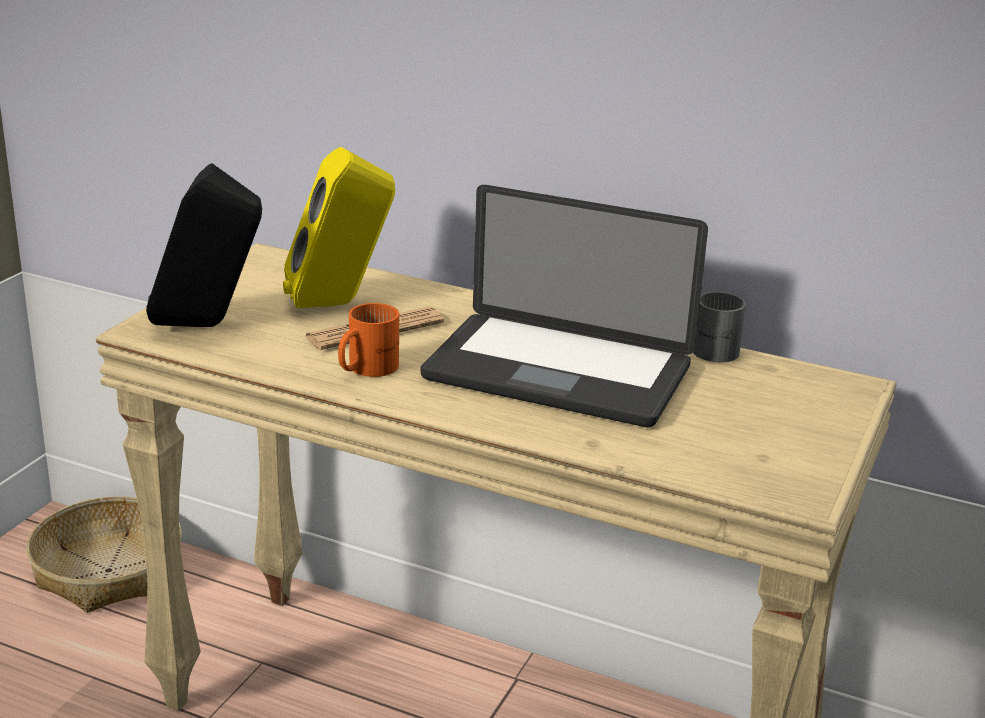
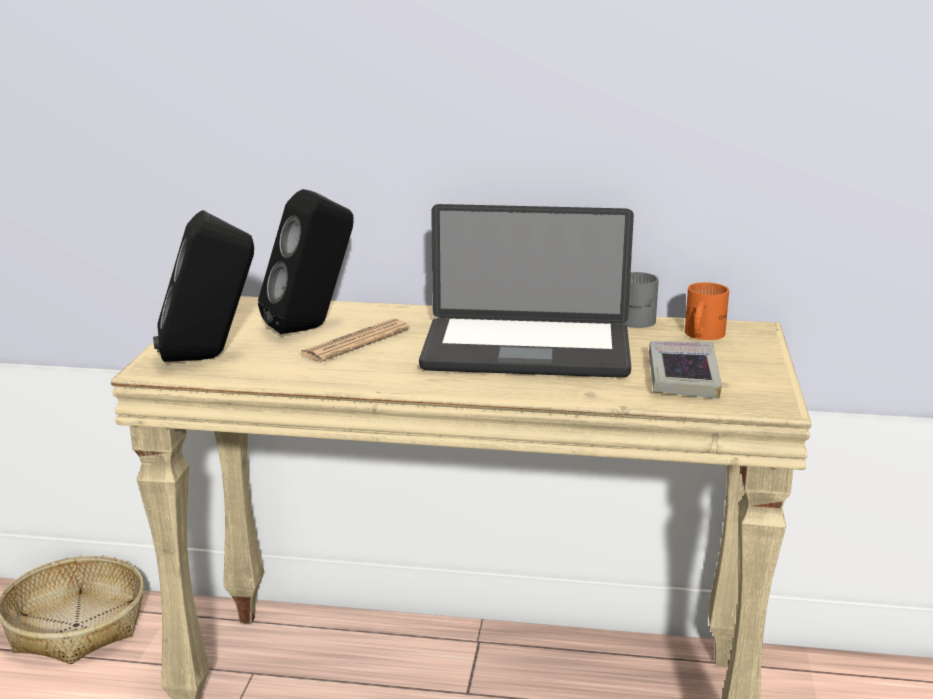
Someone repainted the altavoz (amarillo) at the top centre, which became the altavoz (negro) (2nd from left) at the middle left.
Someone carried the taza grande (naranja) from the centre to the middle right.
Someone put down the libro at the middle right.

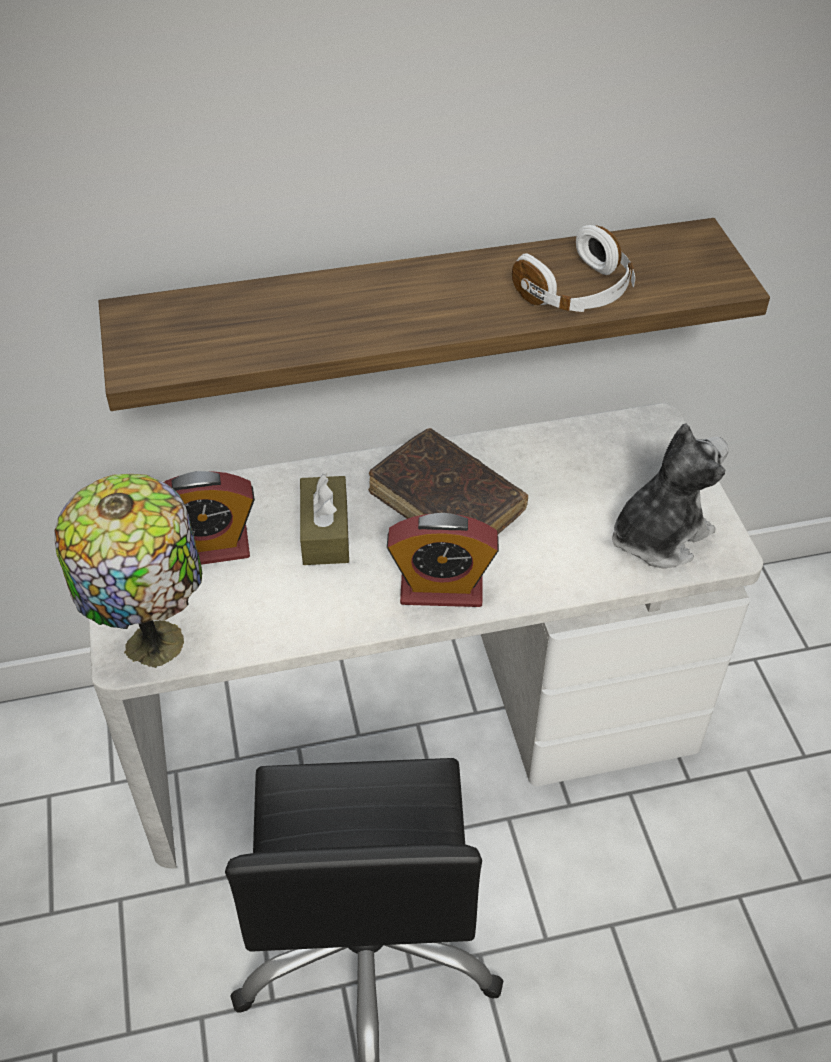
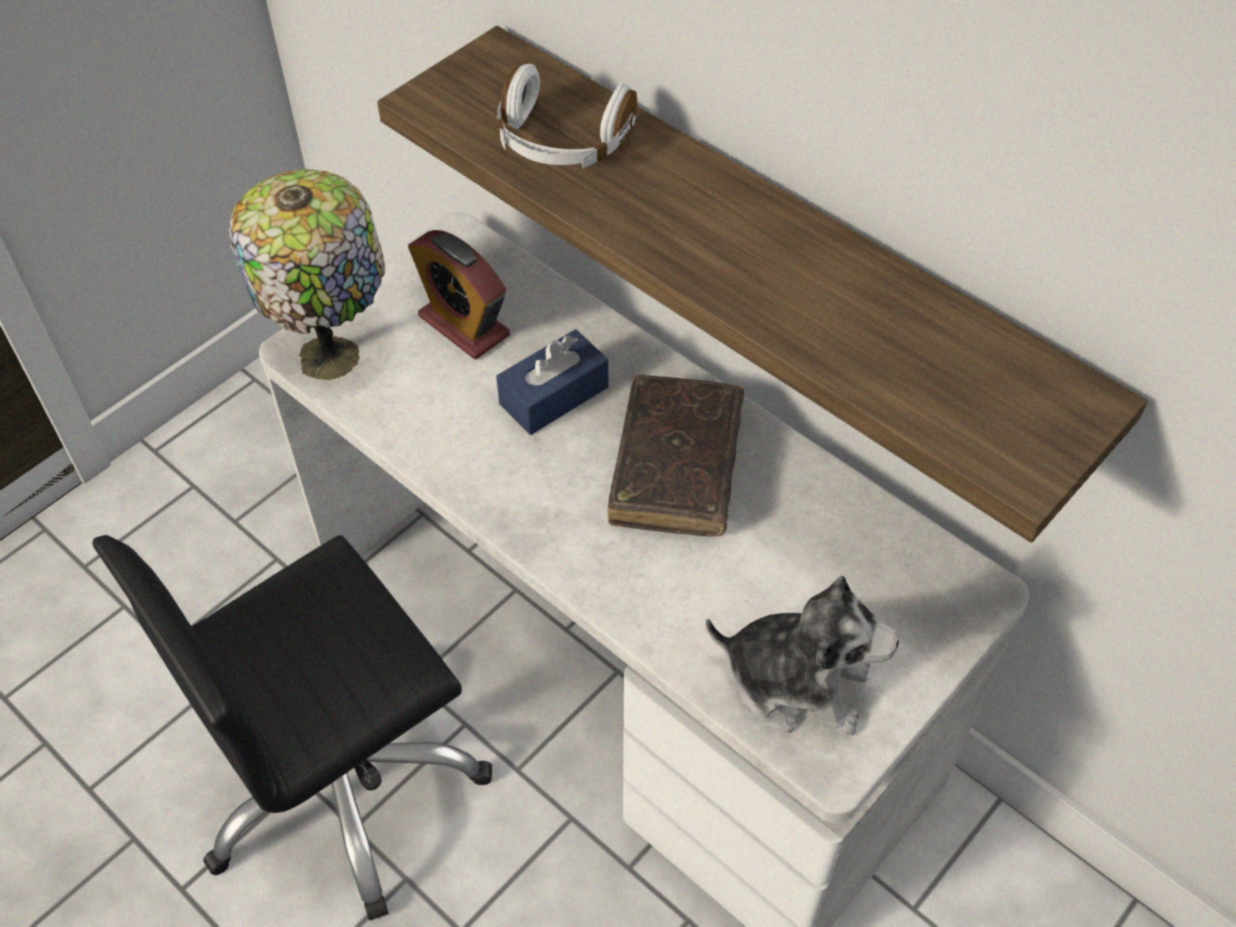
Someone repainted the caja de pañuelos (marrón) at the centre, which became the caja de pañuelos (azul) at the centre.
Someone took away the despertador (2nd from left) at the centre.
Someone carried the auriculares (blanco) from the top right to the top centre.

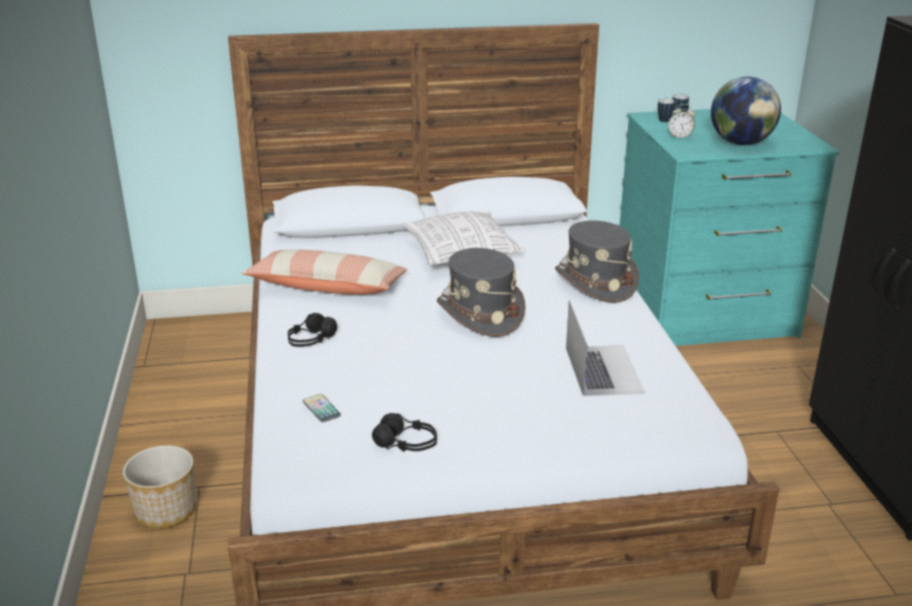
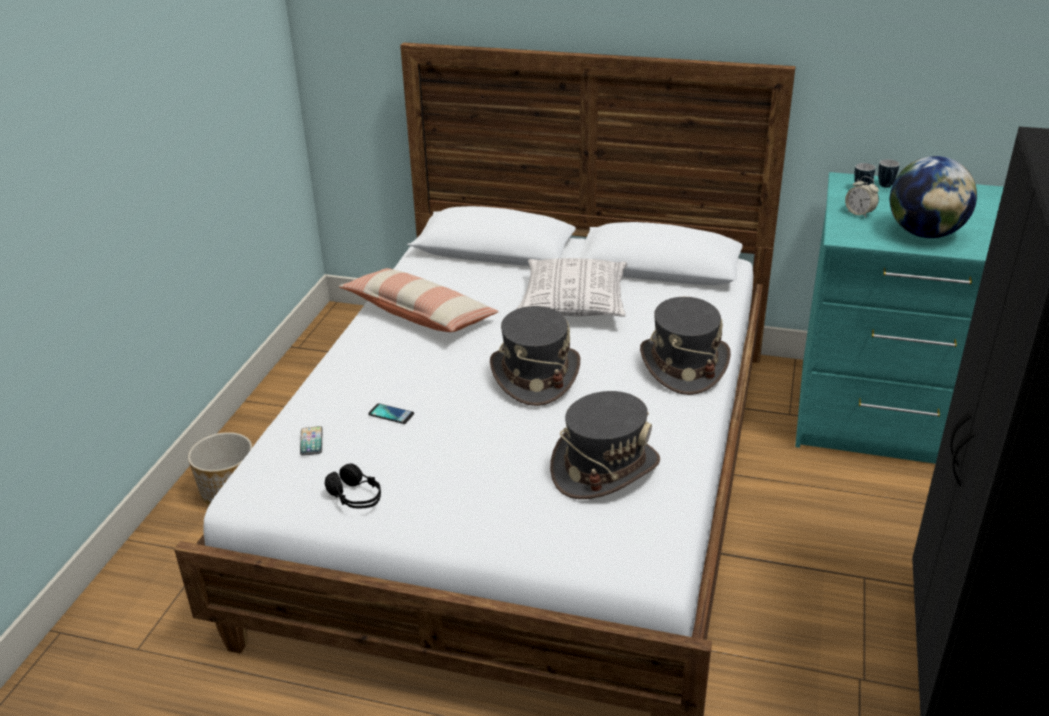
Someone took away the auriculares (negro) (1st from left) at the centre.
Someone swapped the portátil at the centre for the sombrero (gris) (2nd from left) at the centre.
Someone put down the móvil (2nd from left) at the centre.

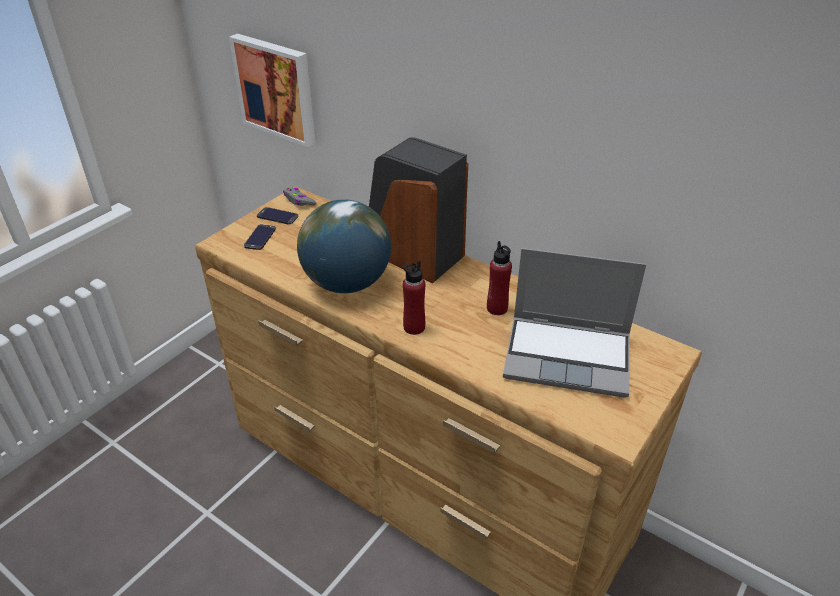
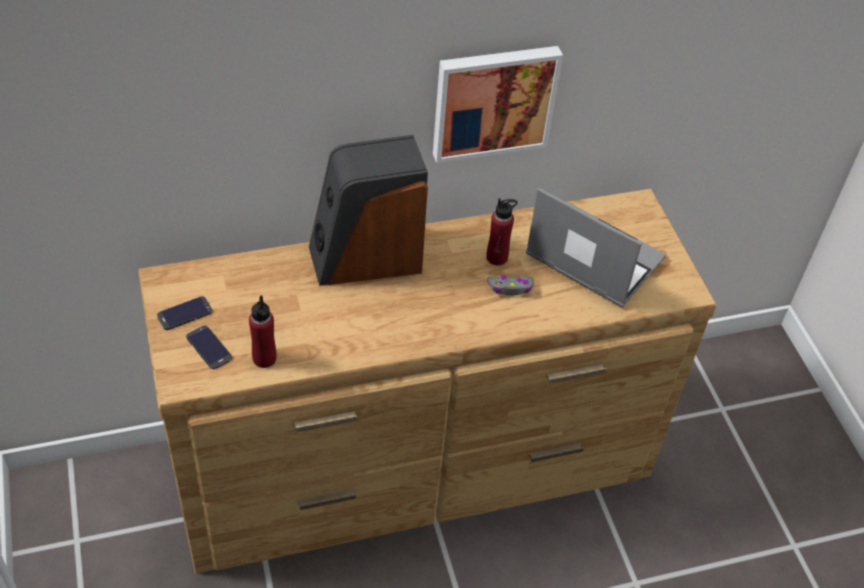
Someone carried the cuadro from the top left to the top centre.
Someone carried the mando de consola (gris) from the top centre to the centre.
Someone took away the globo terráqueo at the centre.
Someone carried the botella (rojo) (1st from left) from the centre to the middle left.
Someone rotated the portátil at the middle right by 105 degrees counterclockwise.

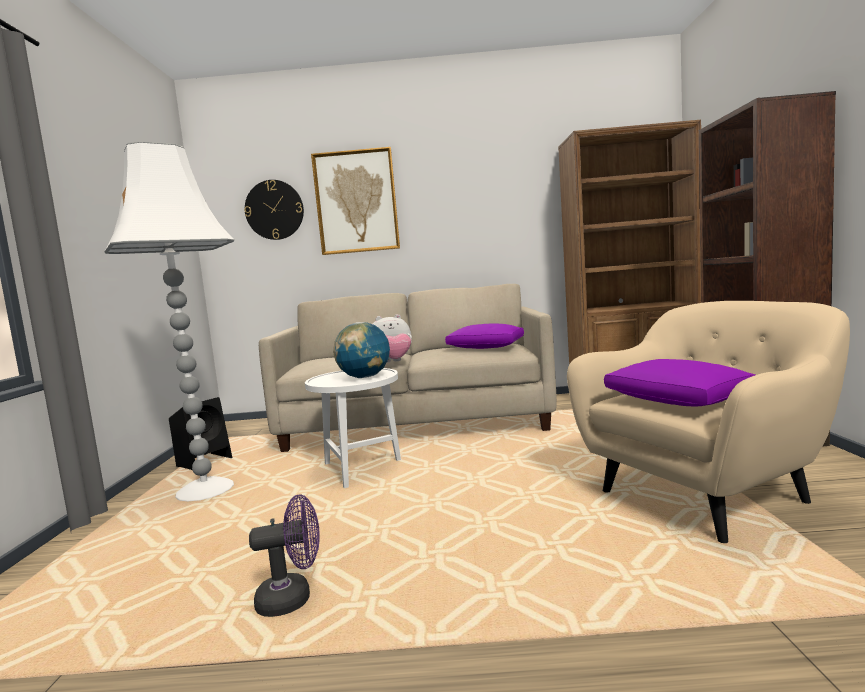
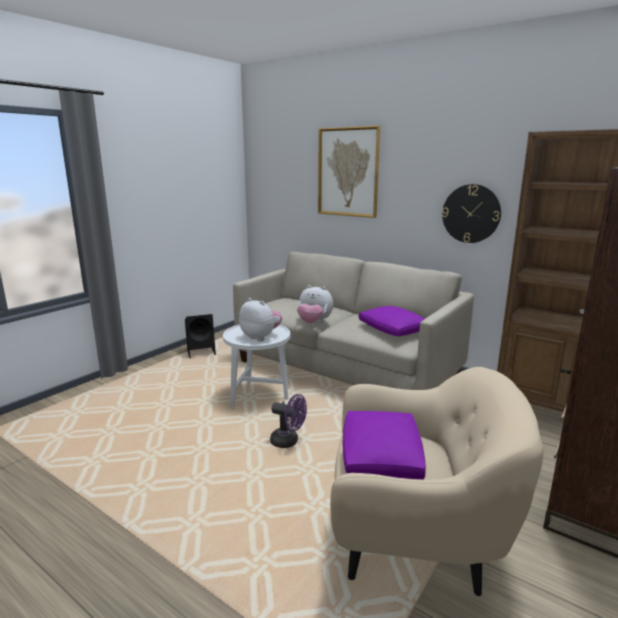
Someone took away the lámpara de pie (blanco) at the middle left.
Someone carried the reloj de pared from the top left to the middle right.
Someone carried the ventilador (morado) from the bottom left to the bottom centre.
Someone swapped the globo terráqueo at the centre for the peluche (1st from left) at the centre.

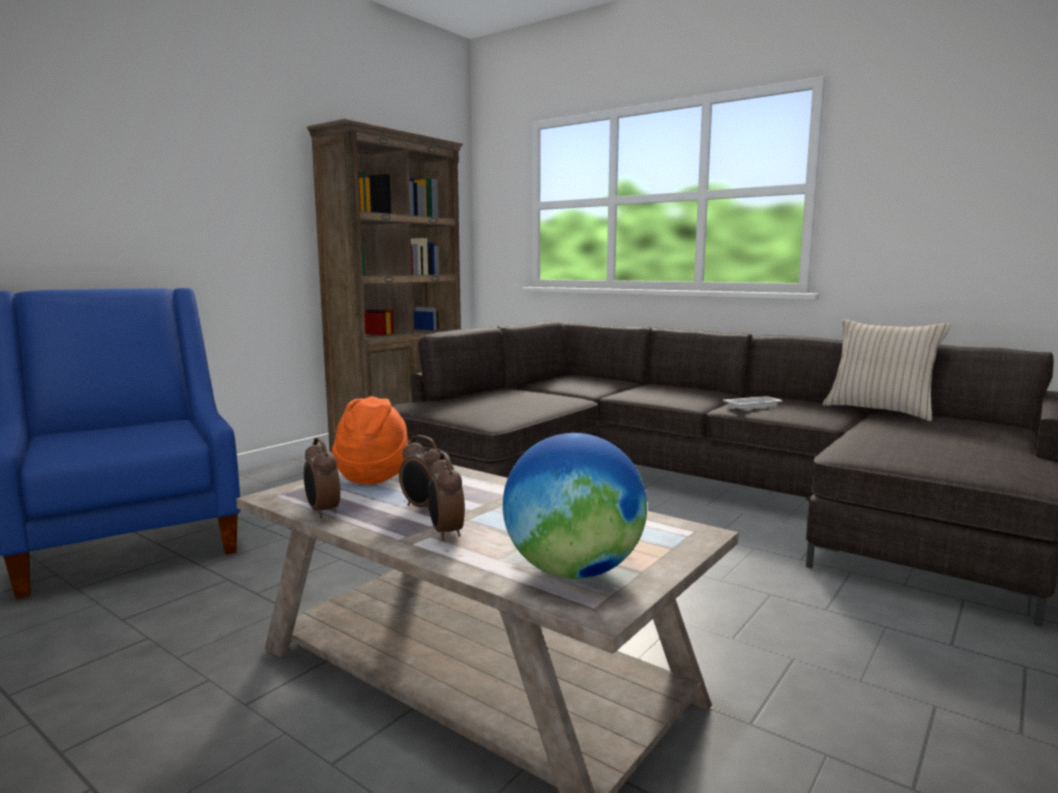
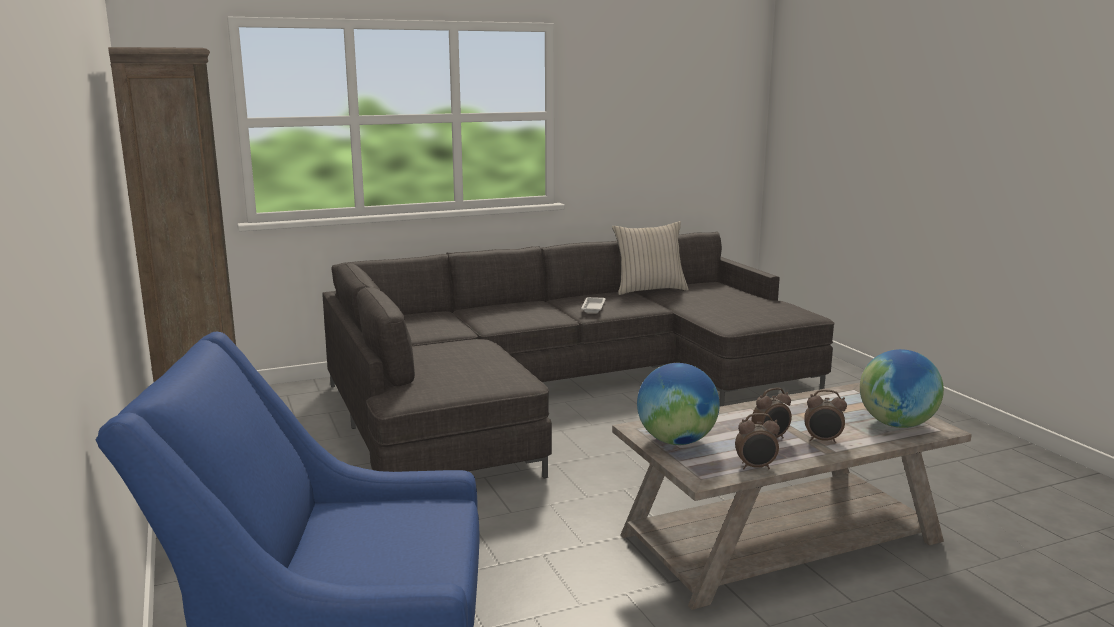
Someone swapped the sombrero (naranja) at the centre for the globo terráqueo (1st from left) at the centre.

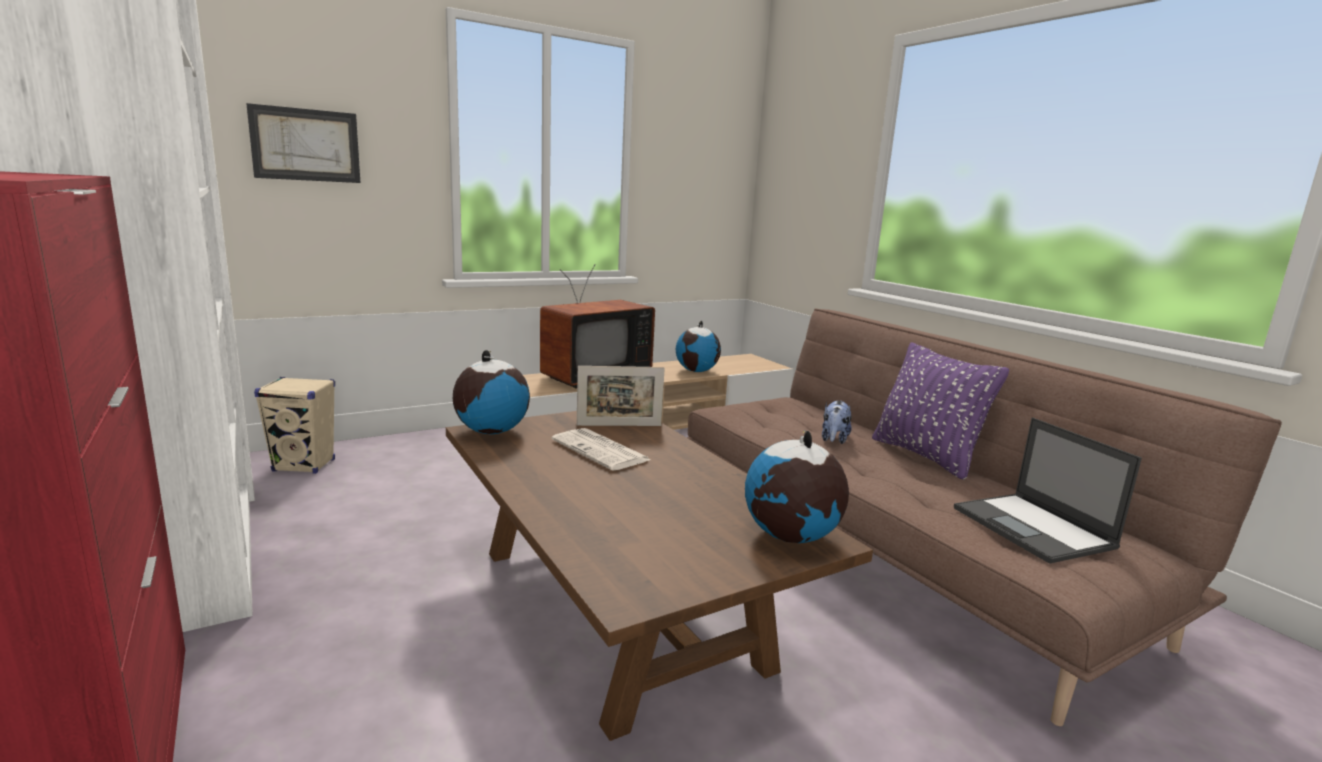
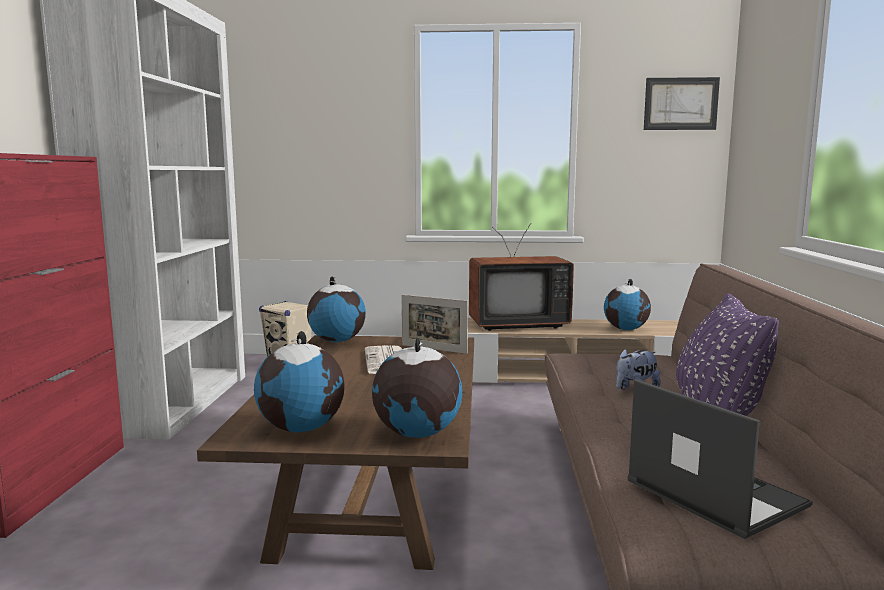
Someone carried the cuadro from the top left to the top right.
Someone rotated the portátil at the middle right by 135 degrees clockwise.
Someone put down the globo terráqueo (1st from left) at the centre.

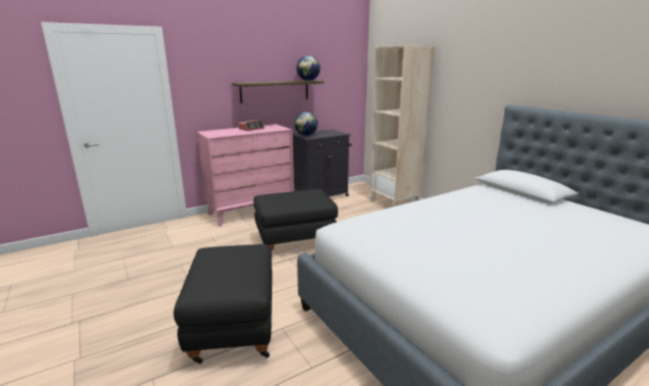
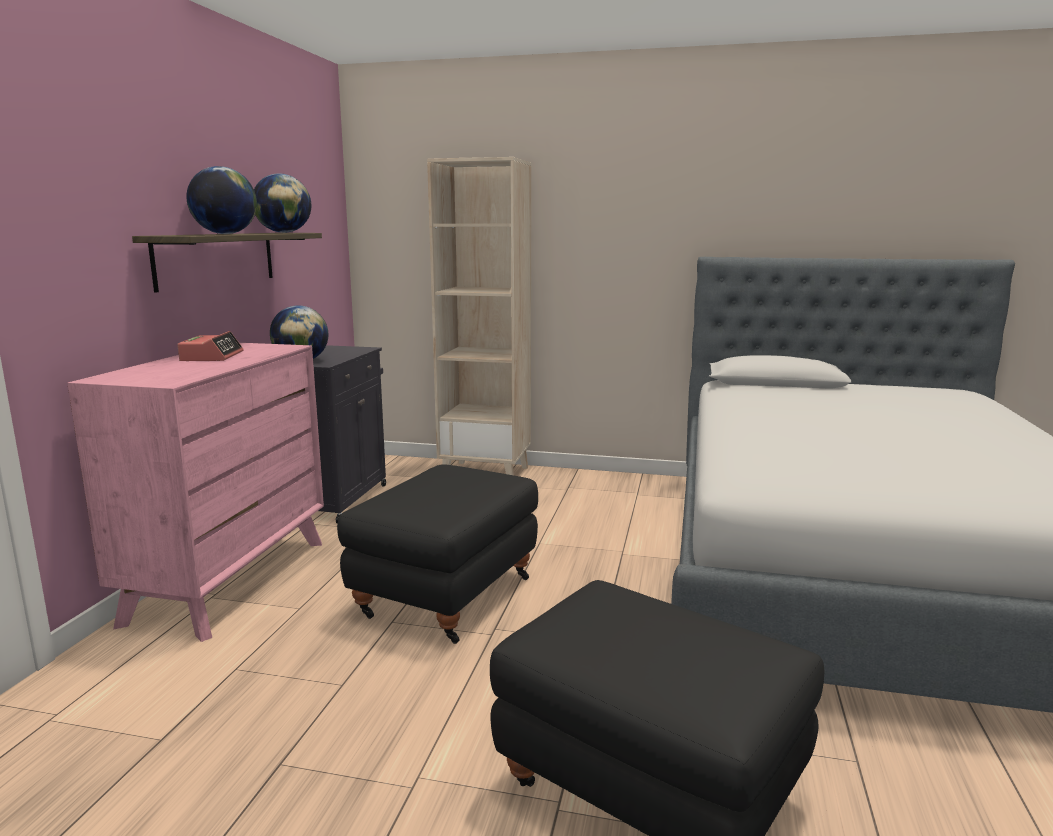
Someone put down the globo terráqueo (1st from left) at the top left.

